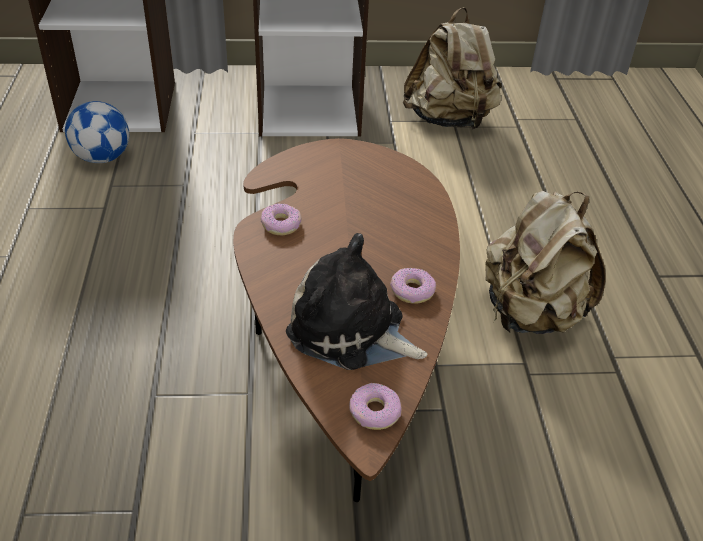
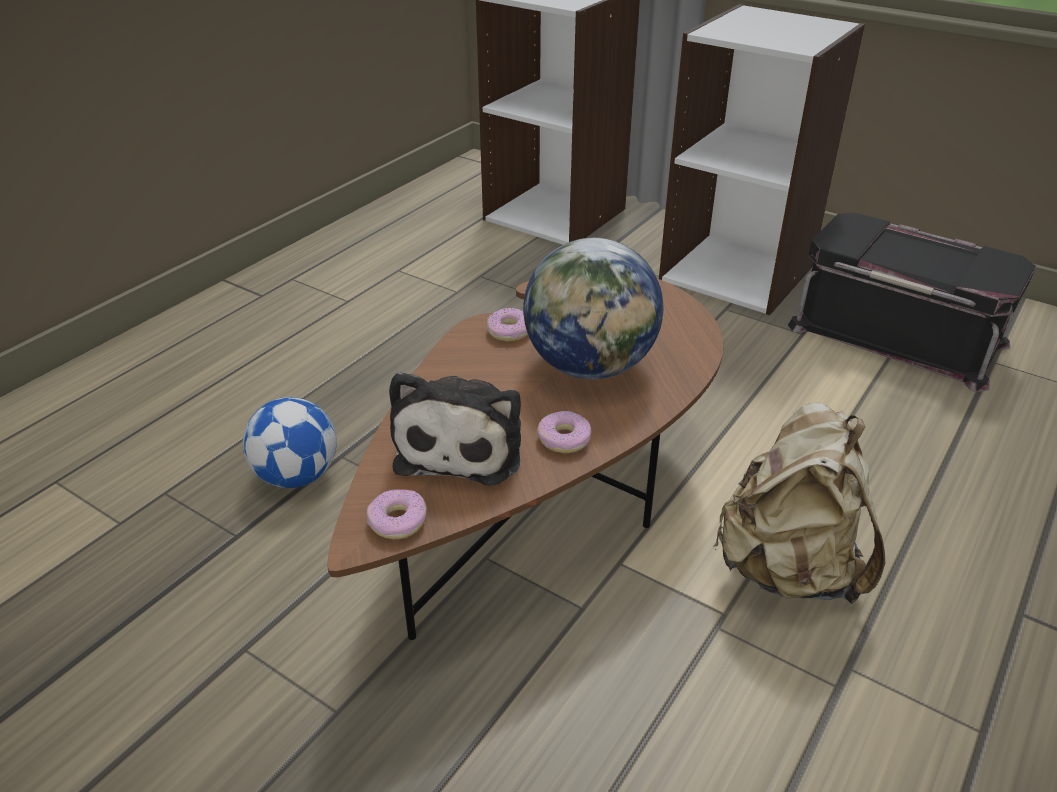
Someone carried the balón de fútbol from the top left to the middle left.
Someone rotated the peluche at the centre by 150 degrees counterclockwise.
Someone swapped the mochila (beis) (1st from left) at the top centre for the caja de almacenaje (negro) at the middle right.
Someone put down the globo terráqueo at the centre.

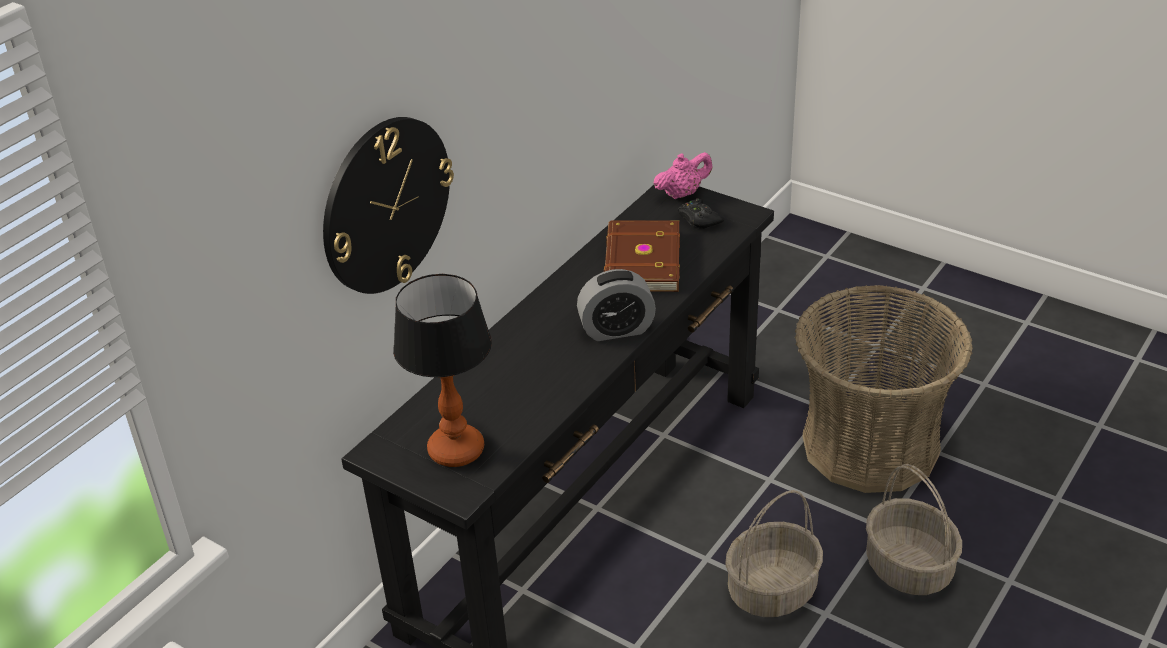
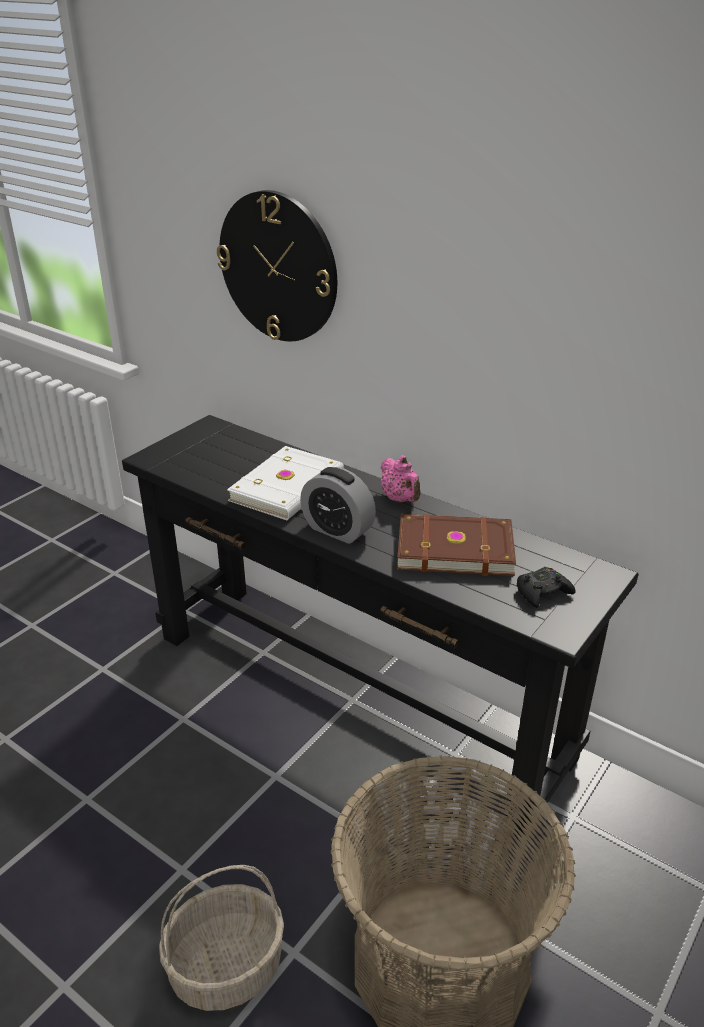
Someone took away the lámpara de mesa at the centre.
Someone rotated the despertador at the centre by 45 degrees counterclockwise.
Someone carried the tetera (rosa) from the top centre to the centre.
Someone took away the cesta (1st from left) at the bottom centre.
Someone put down the libro (blanco) at the centre.

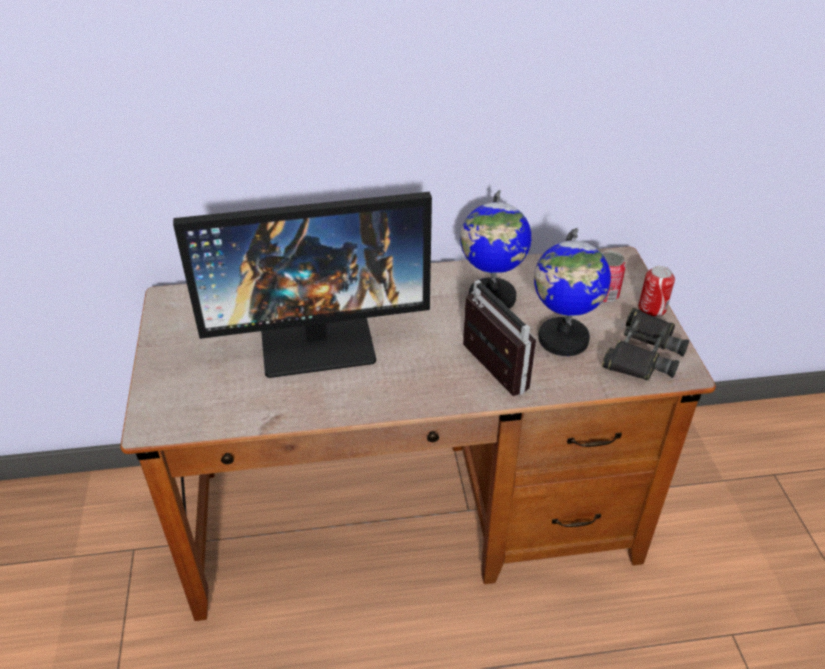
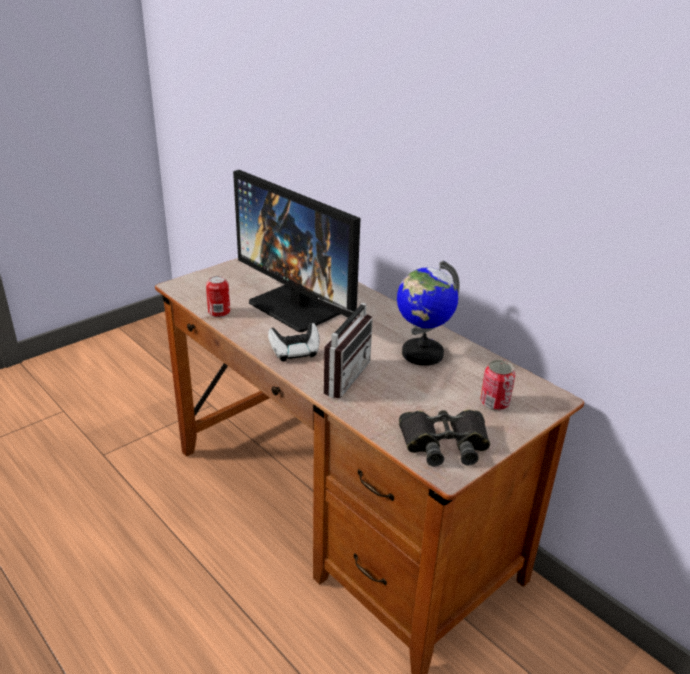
Someone took away the globo terráqueo (2nd from left) at the middle right.
Someone carried the lata (2nd from left in the first image) from the middle right to the middle left.
Someone put down the mando de consola at the centre.

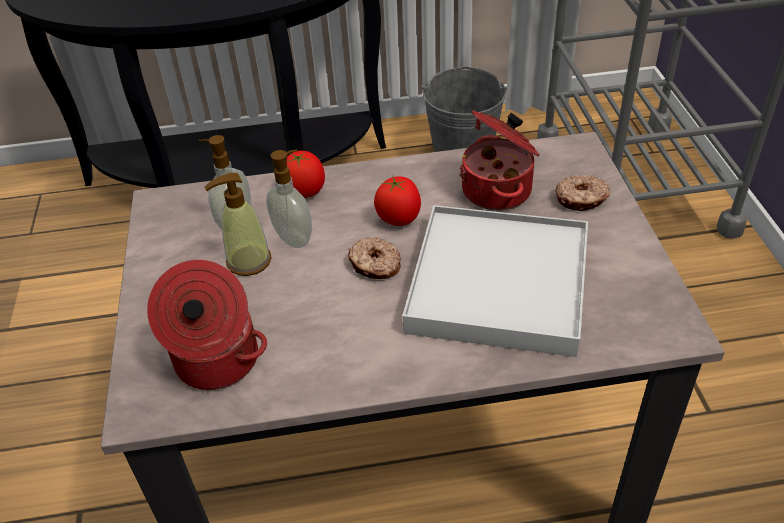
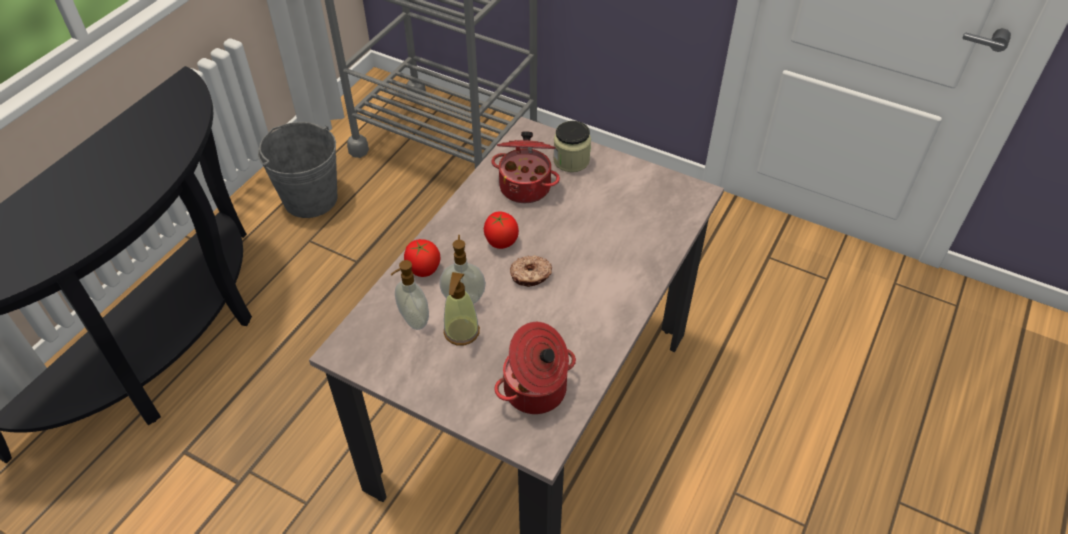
Someone took away the bandeja (blanco) at the centre.
Someone swapped the rosquilla (2nd from left) at the middle right for the tarro at the top centre.

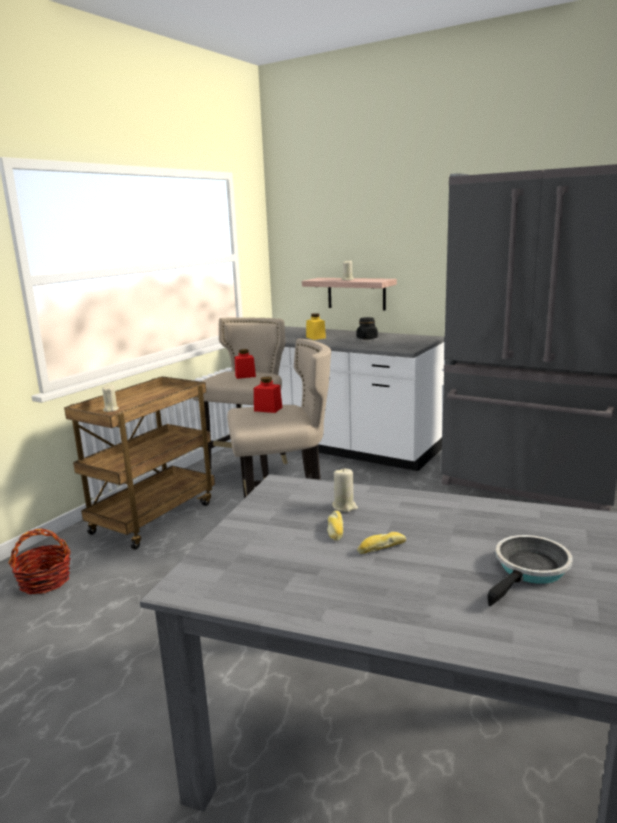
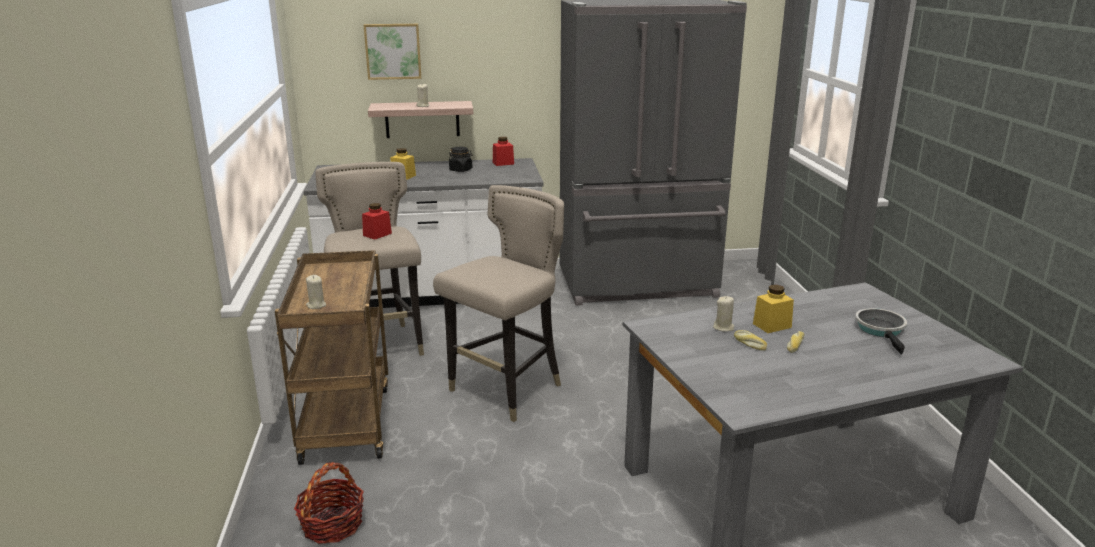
Someone carried the tarro (rojo) (2nd from left) from the centre to the top centre.
Someone put up the cuadro at the top centre.
Someone put down the tarro (amarillo) (2nd from left) at the middle right.

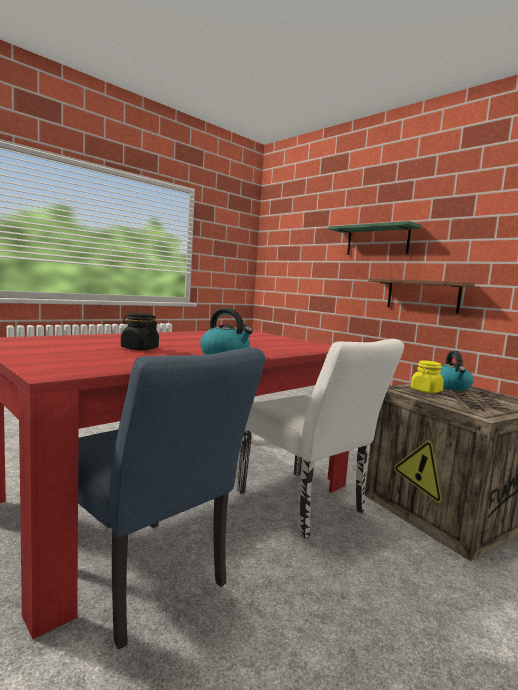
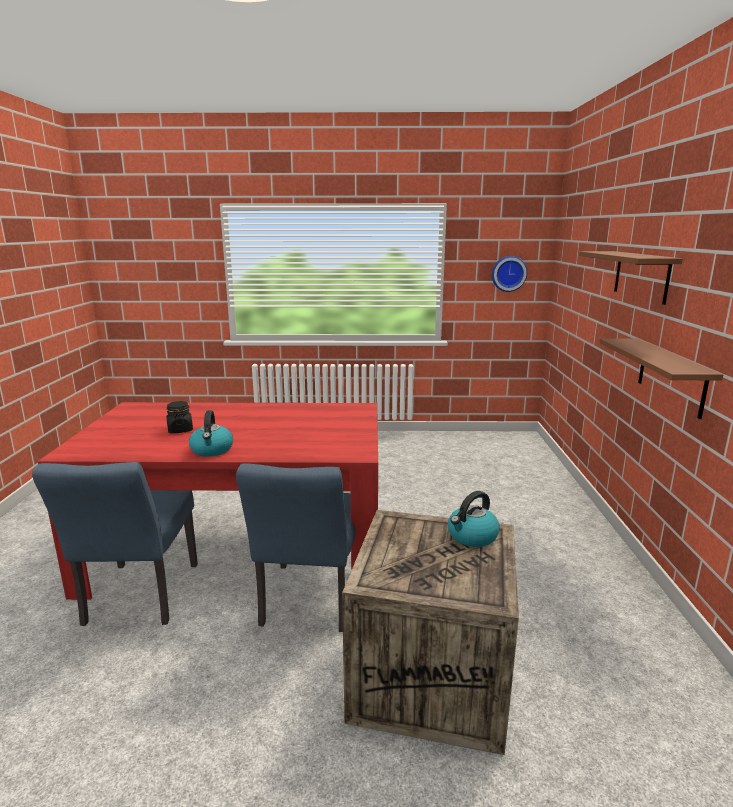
Someone repainted the silla (blanco) at the centre, which became the silla (azul) (2nd from left) at the bottom centre.
Someone repainted the estante (verde) at the middle right, which became the estante (marrón) (1st from left) at the middle right.
Someone took away the tarro (amarillo) at the middle right.
Someone put up the reloj de pared at the middle right.

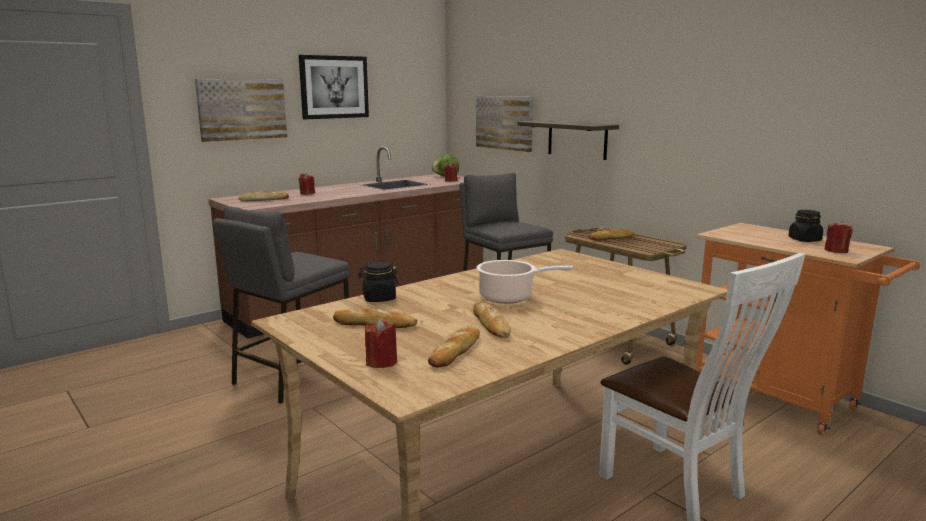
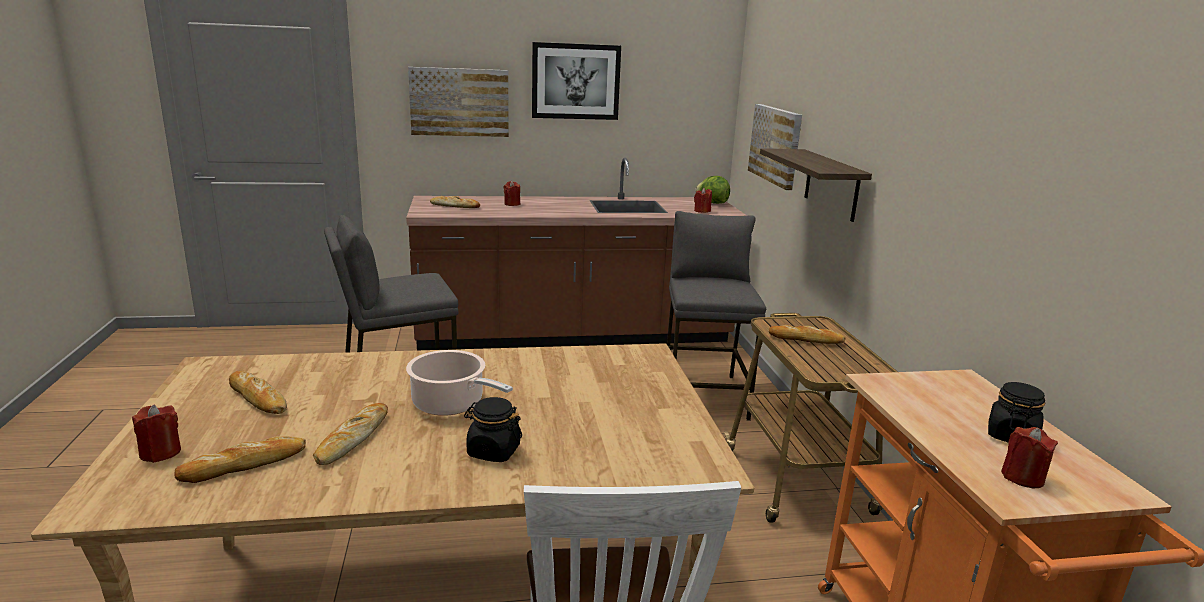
Someone carried the tarro (negro) (1st from left) from the centre to the bottom centre.

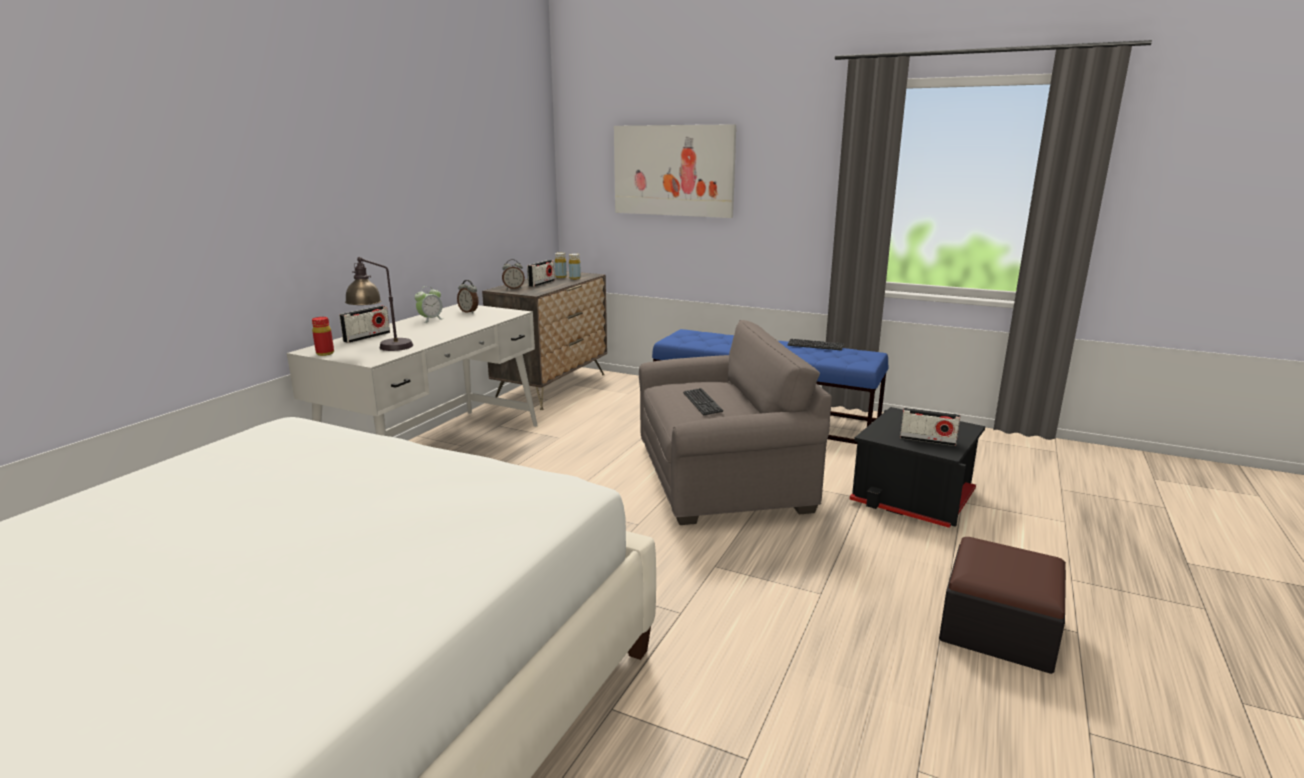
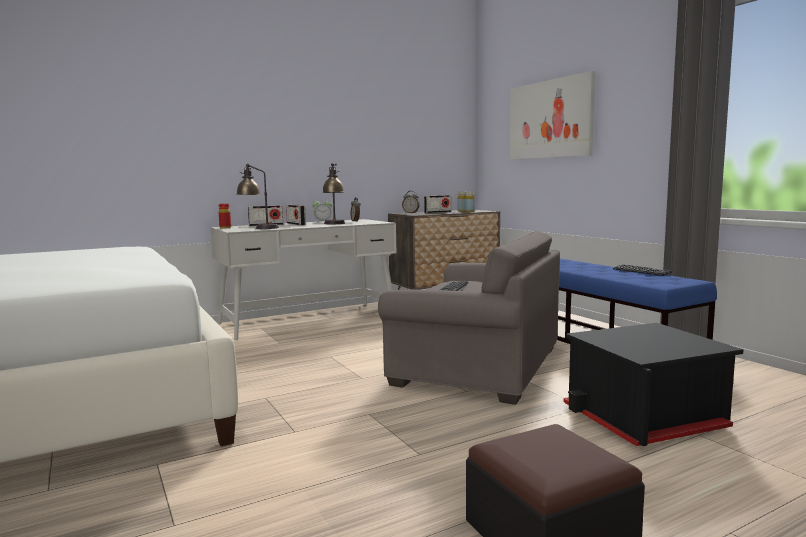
Someone carried the radio (3rd from left in the first image) from the middle right to the centre.
Someone put down the lámpara de mesa (2nd from left) at the centre.

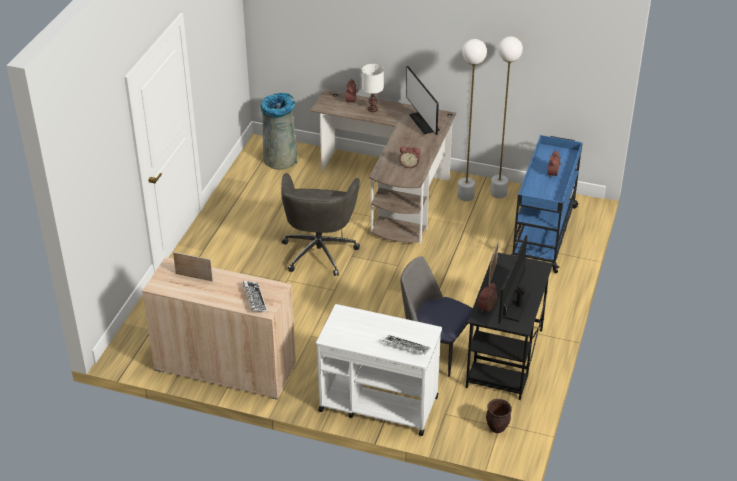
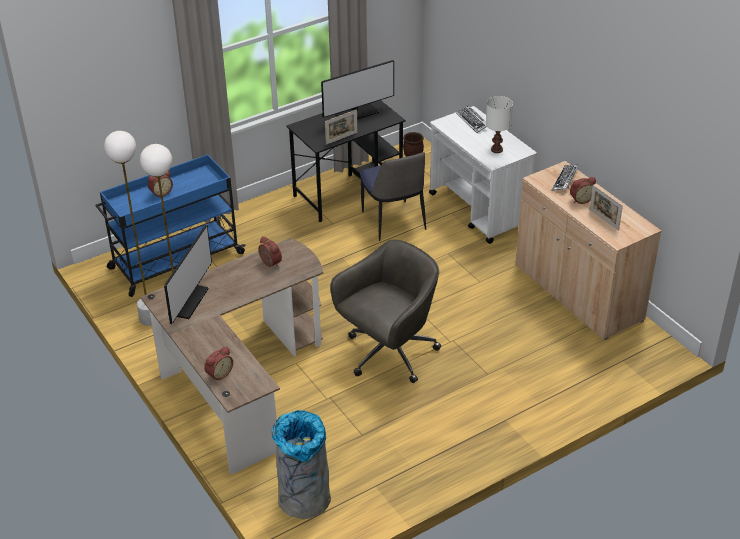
Someone carried the lámpara de mesa (blanco) from the top centre to the top right.
Someone carried the despertador (3rd from left in the first image) from the centre to the middle right.

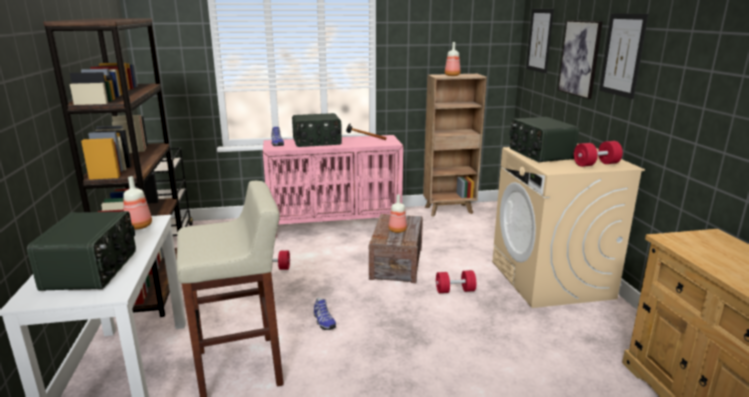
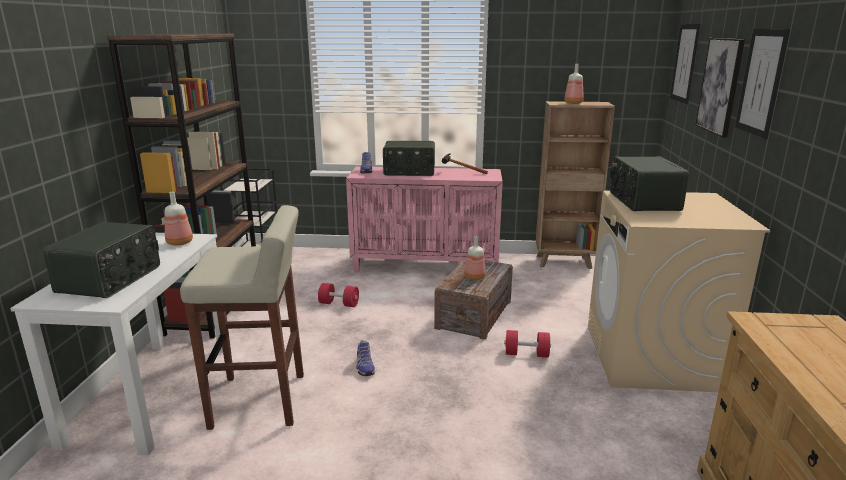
Someone took away the mancuerna (rojo) (3rd from left) at the middle right.

